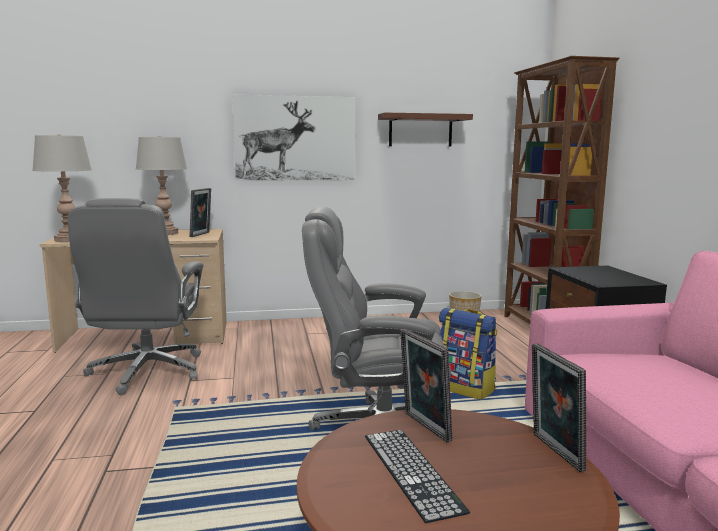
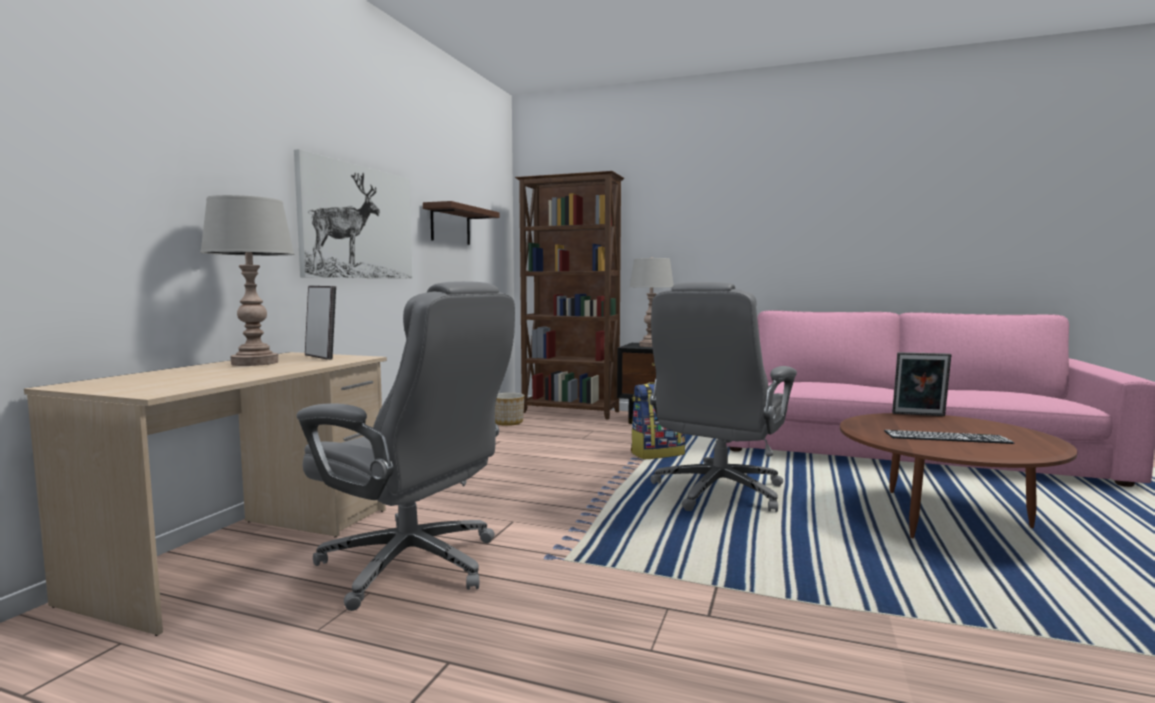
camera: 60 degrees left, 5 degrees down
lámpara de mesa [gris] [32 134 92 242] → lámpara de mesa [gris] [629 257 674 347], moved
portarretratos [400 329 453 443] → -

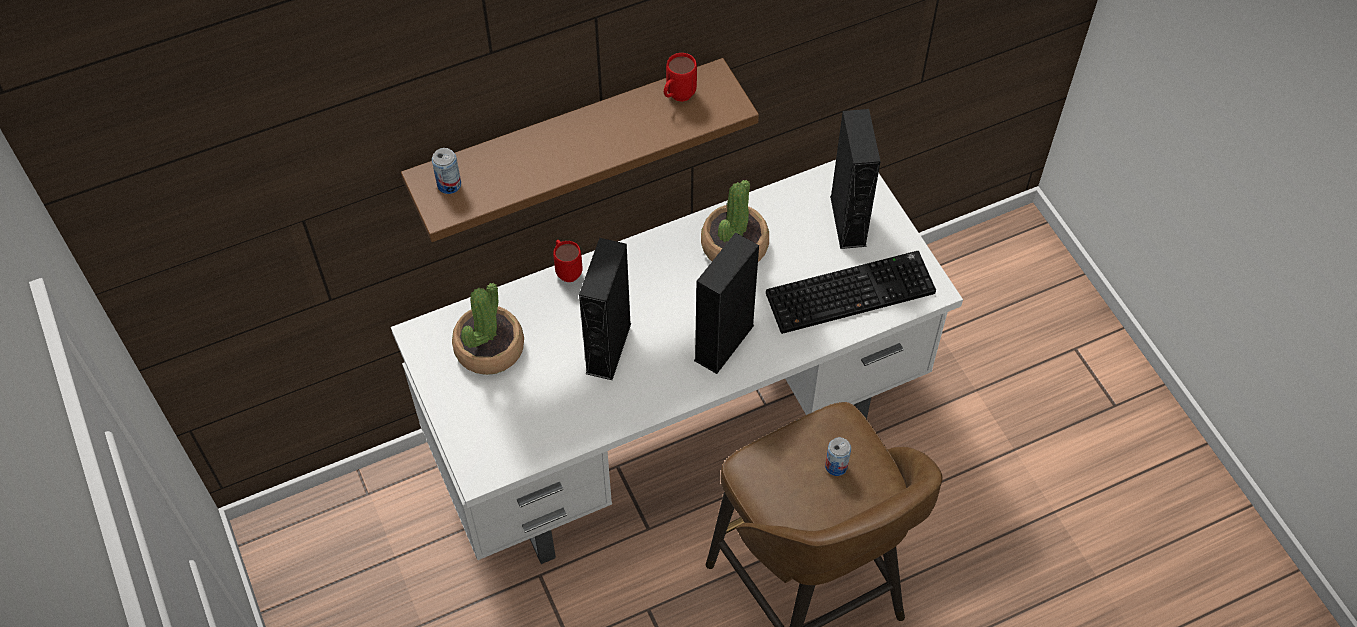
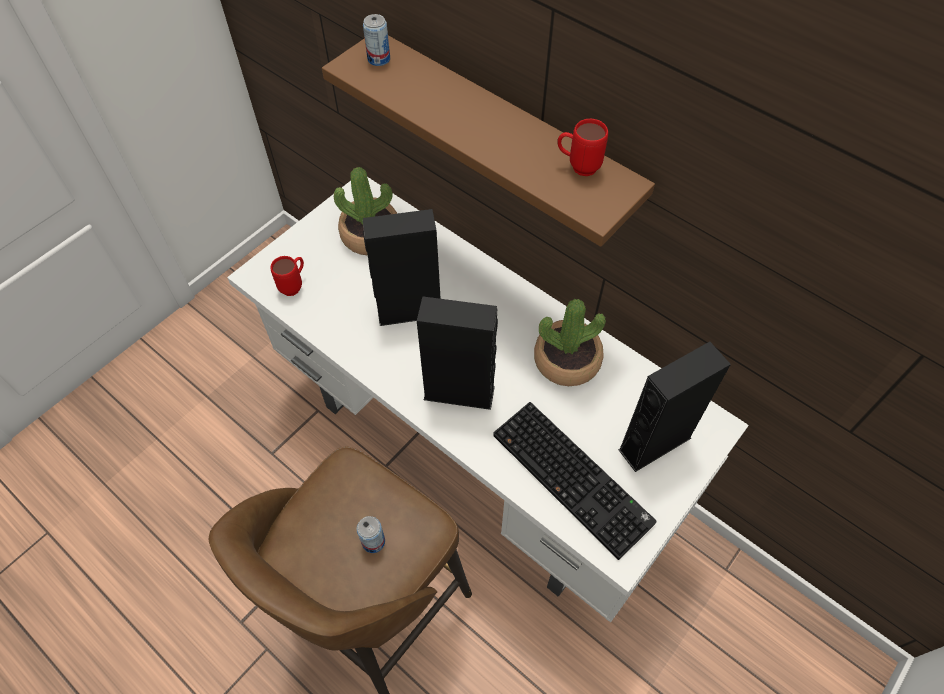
camera: 65 degrees right, 0 degrees up
taza grande [rojo] [553 240 583 282] → taza grande [rojo] [271 256 304 296], moved

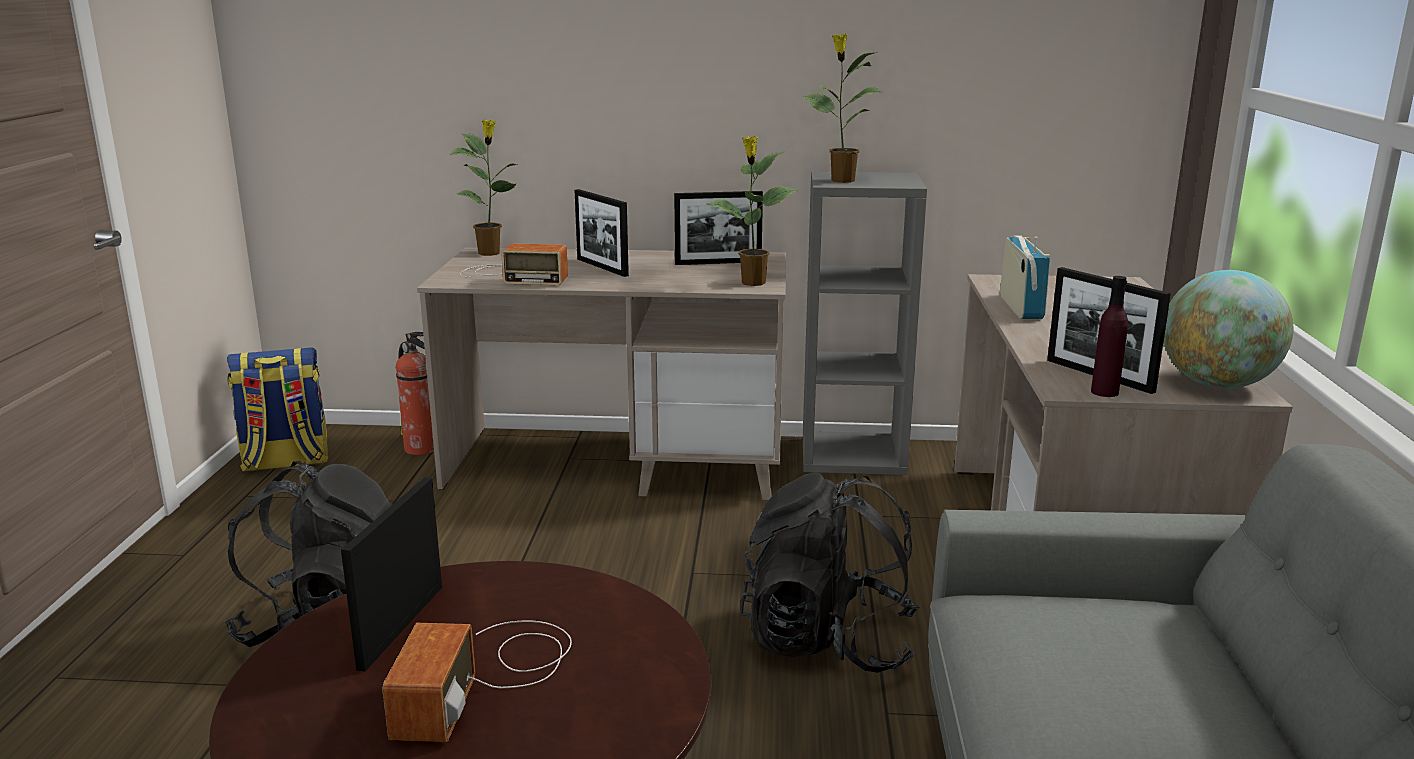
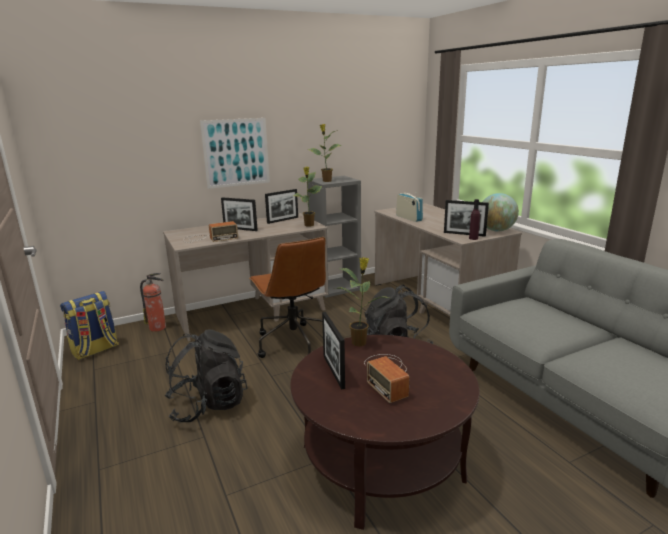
camera: 30 degrees left, 0 degrees up
planta en maceta [449 119 518 256] → planta en maceta [333 257 388 346], moved
- → cuadro [200 118 270 189]
- → silla de oficina [marrón] [249 237 326 358]

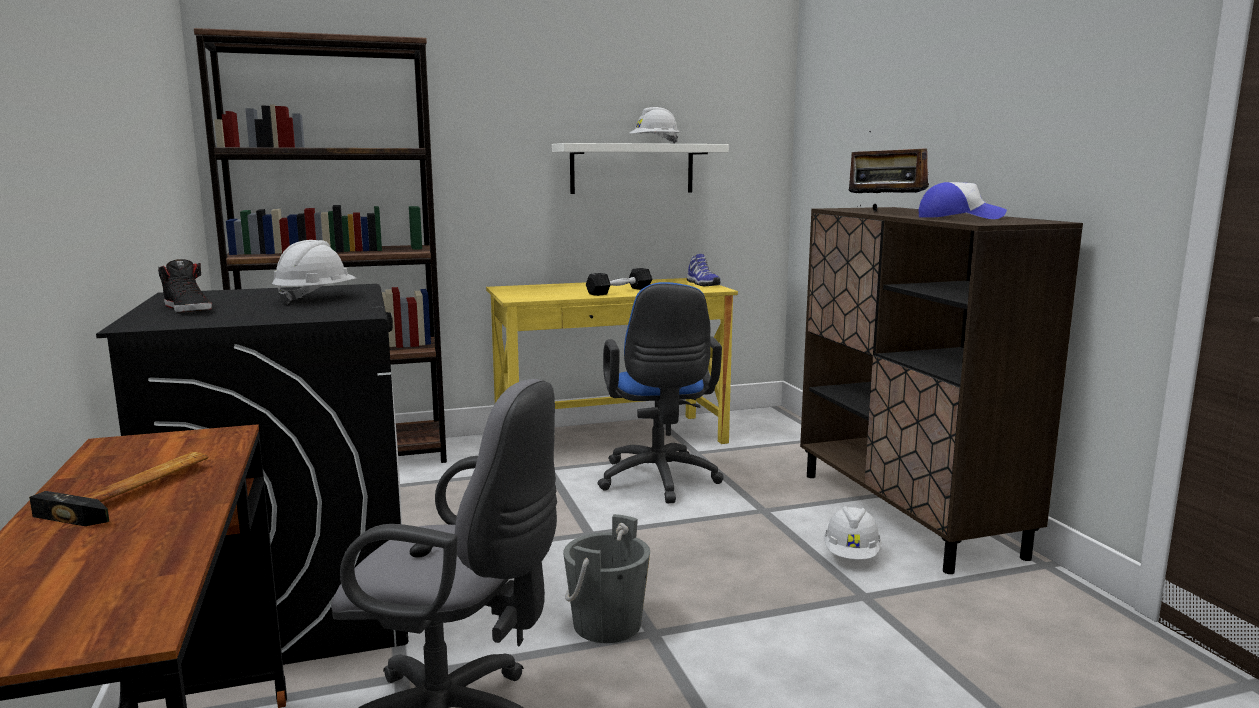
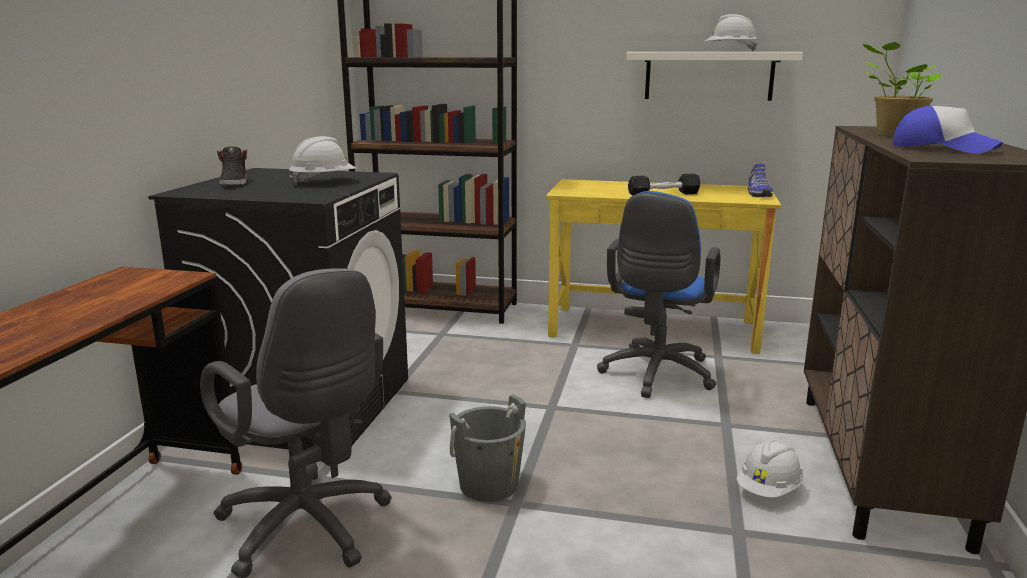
camera: 30 degrees right, 5 degrees up
radio [848 131 929 212] → planta en maceta [861 42 942 137]
martillo [29 452 208 526] → -

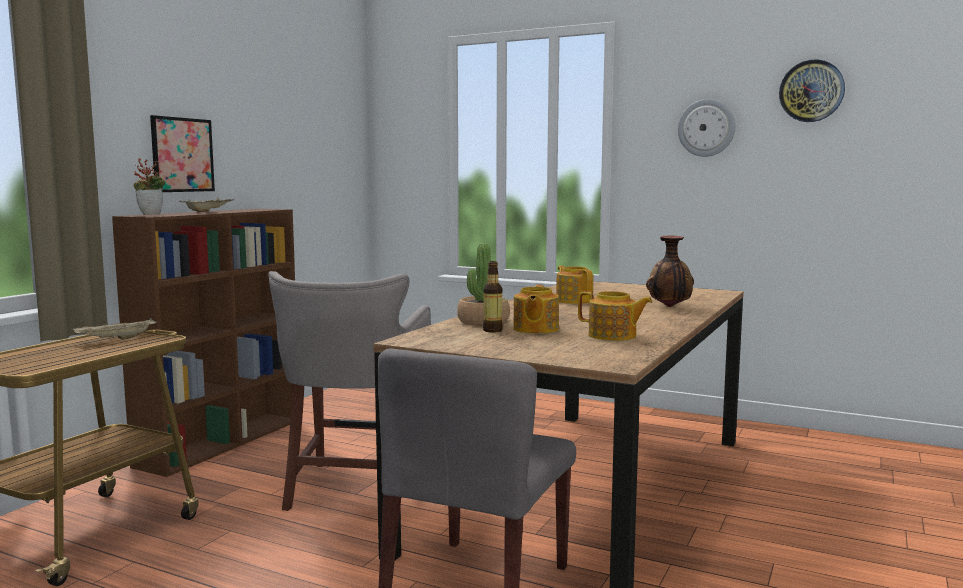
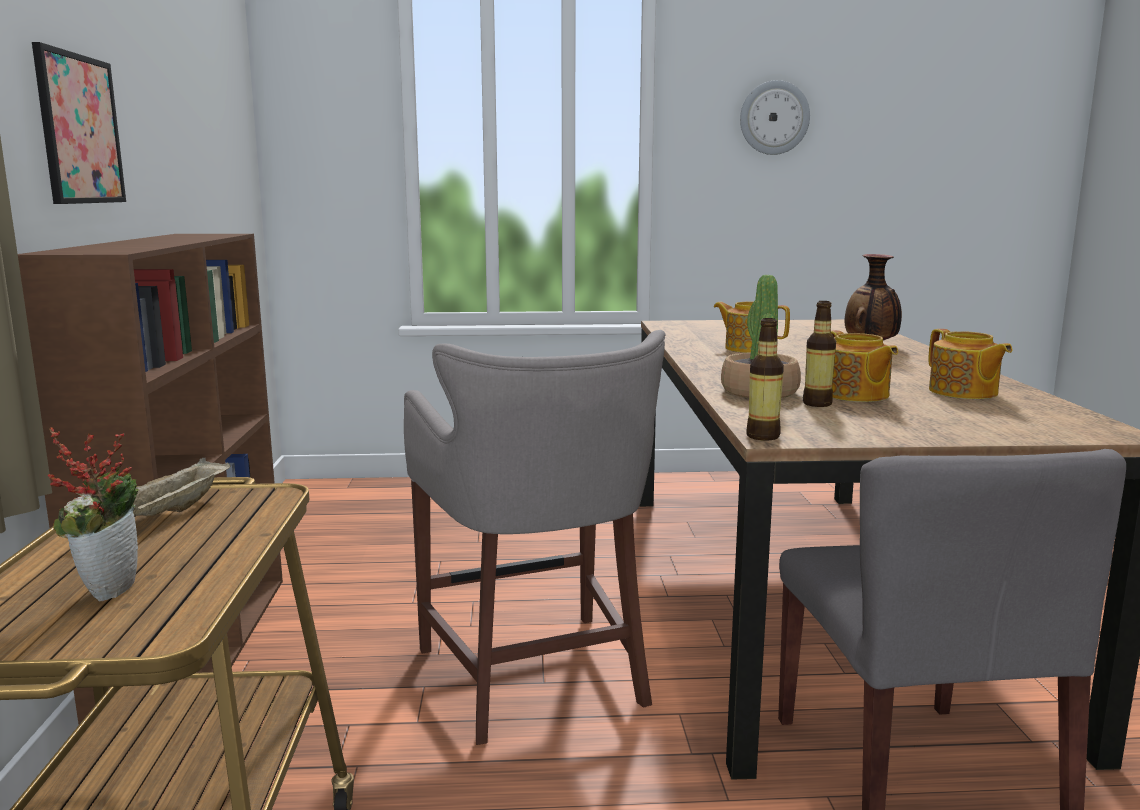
camera: 30 degrees left, 5 degrees up
reloj de pared [779 59 845 122] → -
planta en maceta [134 158 165 215] → planta en maceta [48 428 138 601], moved
bandeja [beis] [179 198 233 212] → -
tetera [578 291 653 341] → tetera [929 329 1012 399], 75 degrees clockwise
- → botella [746 318 784 441]

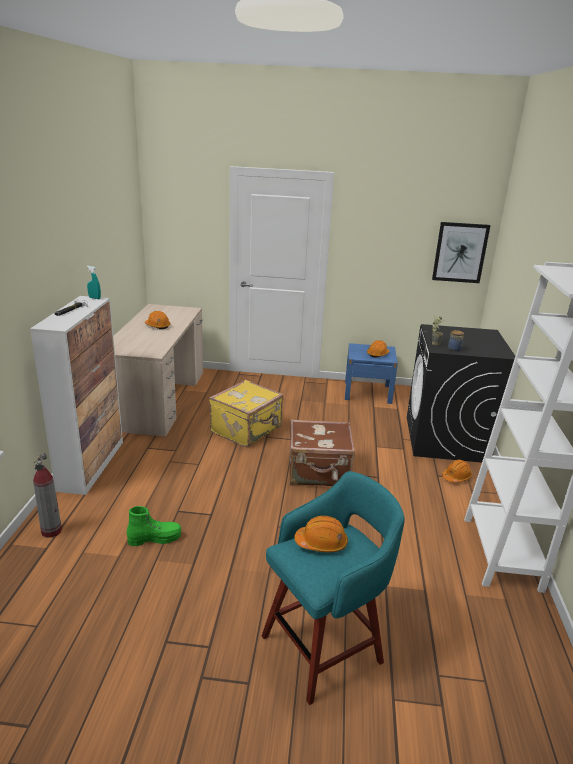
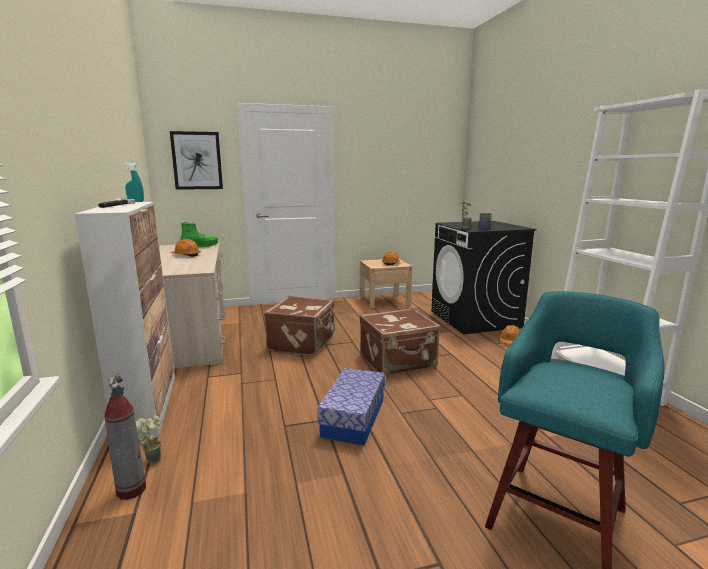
camera: 20 degrees left, 10 degrees down
cuadro [432 222 491 283] → cuadro [170 131 223 190], moved
mesita de noche [azul] [345 343 398 404] → mesita de noche [beis] [360 259 412 308]
maleta [amarillo] [209 380 284 447] → maleta [marrón] [264 296 335 356]
bota [verde] [127 506 181 546] → bota [verde] [181 222 218 247], moved
casco [naranja] [294 516 348 552] → -
- → caja de almacenaje [317 368 385 445]
- → planta en maceta [136 415 161 464]

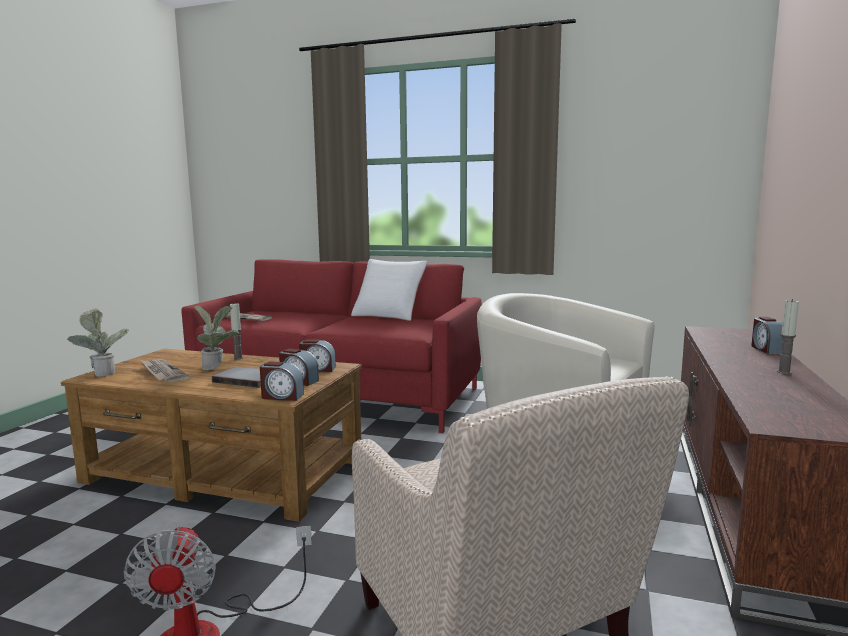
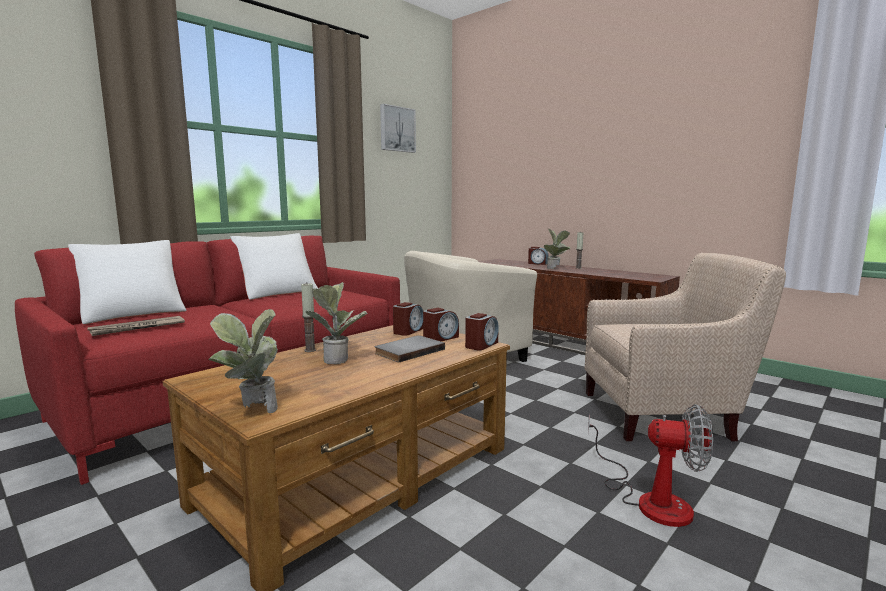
camera: 65 degrees left, 0 degrees up
periódico [141 359 190 383] → -
- → cuadro [380 104 416 153]
- → planta en maceta [544 229 570 269]
- → cojín [blanco] [68 240 186 324]

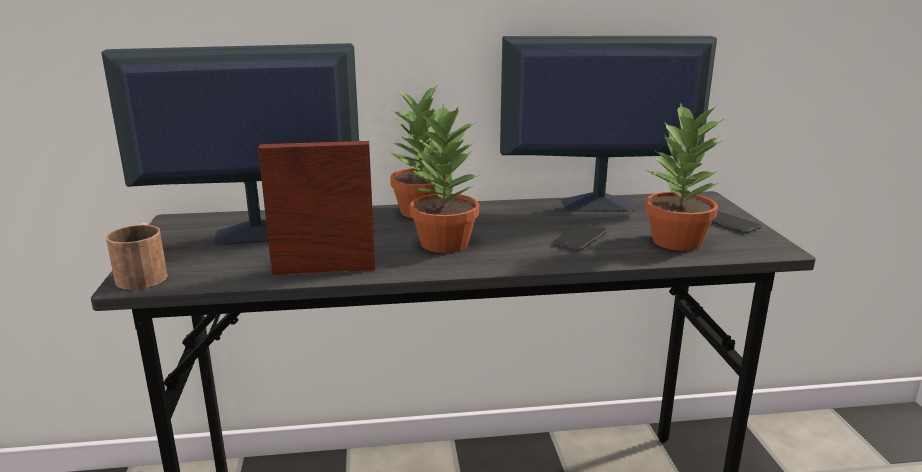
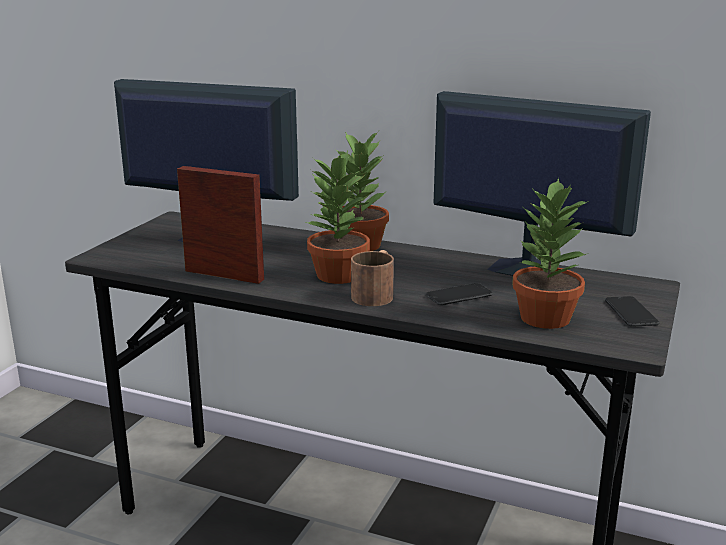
camera: 30 degrees right, 0 degrees up
taza grande [marrón] [106 222 168 289] → taza grande [marrón] [351 250 394 306], moved

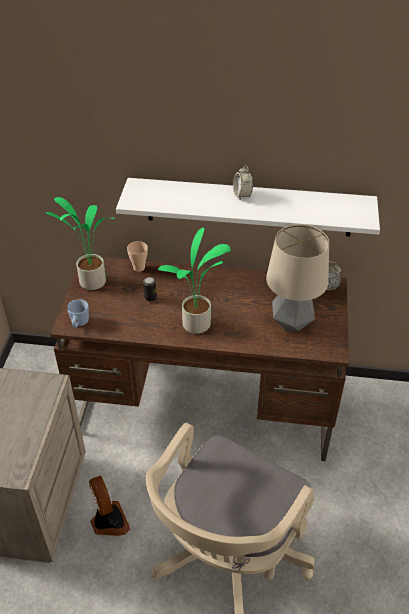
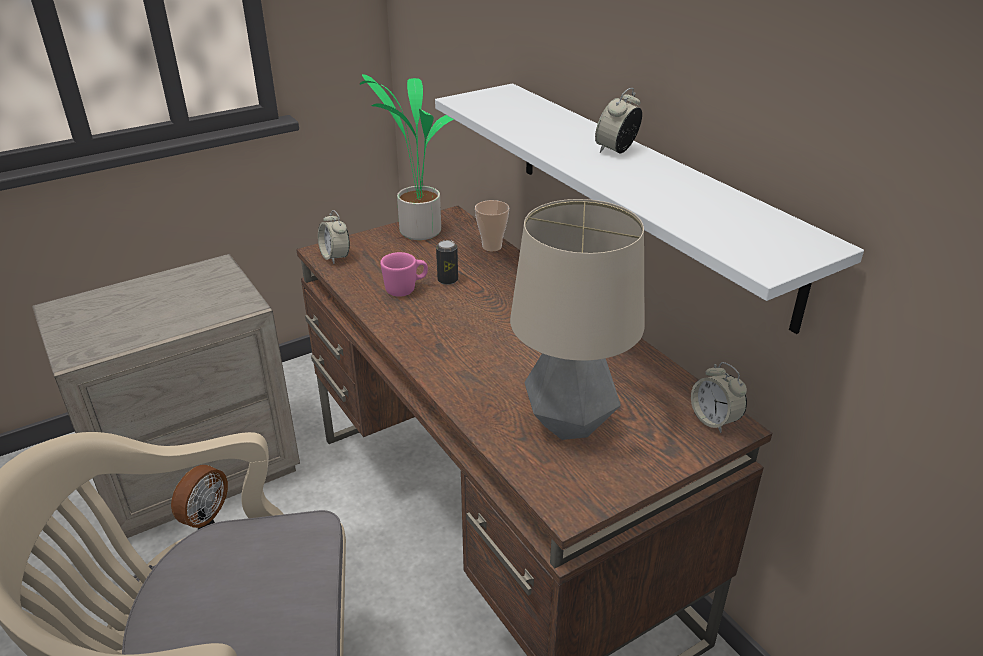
camera: 50 degrees right, 10 degrees down
planta en maceta [158 227 231 334] → -
taza grande [azul] [67 299 89 328] → despertador [318 210 350 264]
- → taza grande [rosa] [380 252 428 297]

